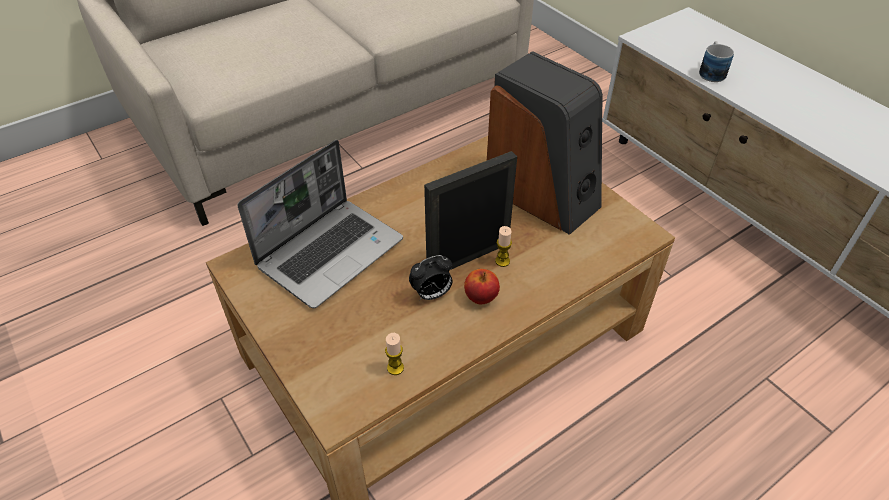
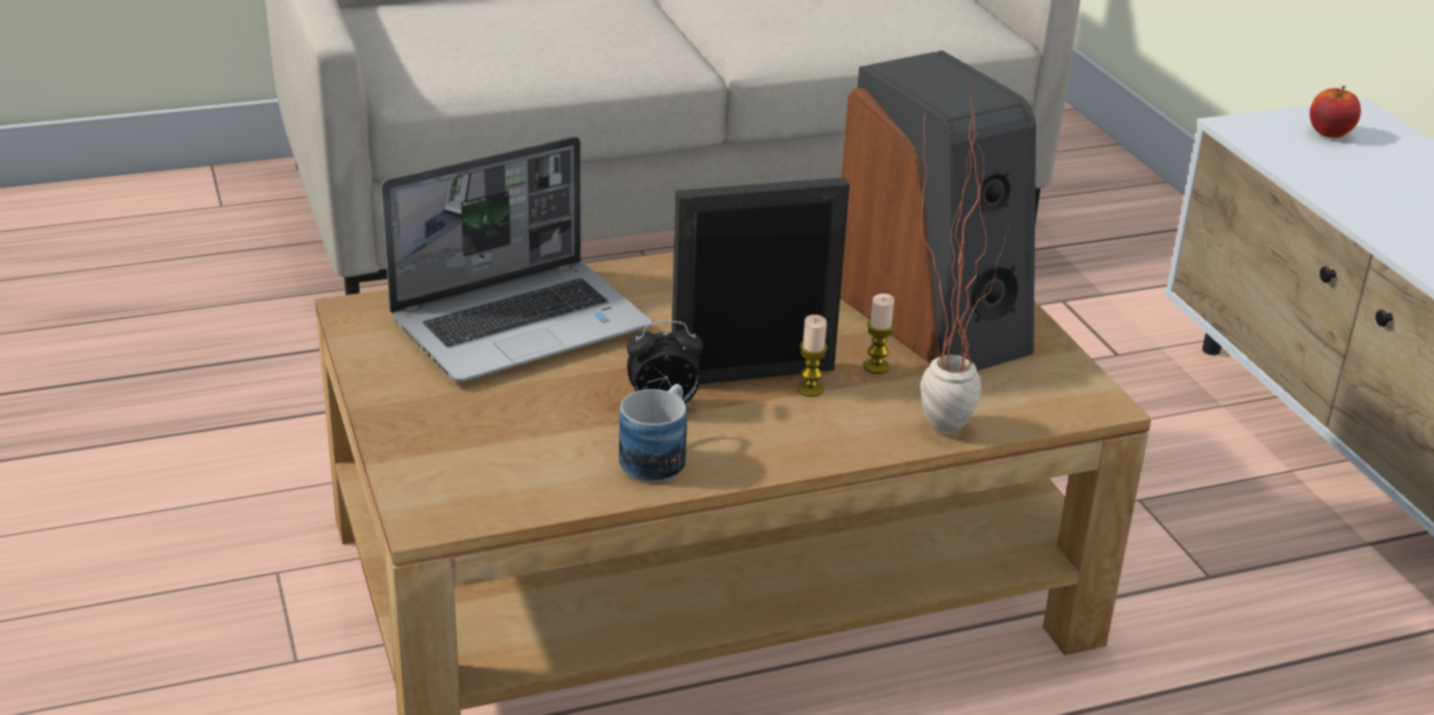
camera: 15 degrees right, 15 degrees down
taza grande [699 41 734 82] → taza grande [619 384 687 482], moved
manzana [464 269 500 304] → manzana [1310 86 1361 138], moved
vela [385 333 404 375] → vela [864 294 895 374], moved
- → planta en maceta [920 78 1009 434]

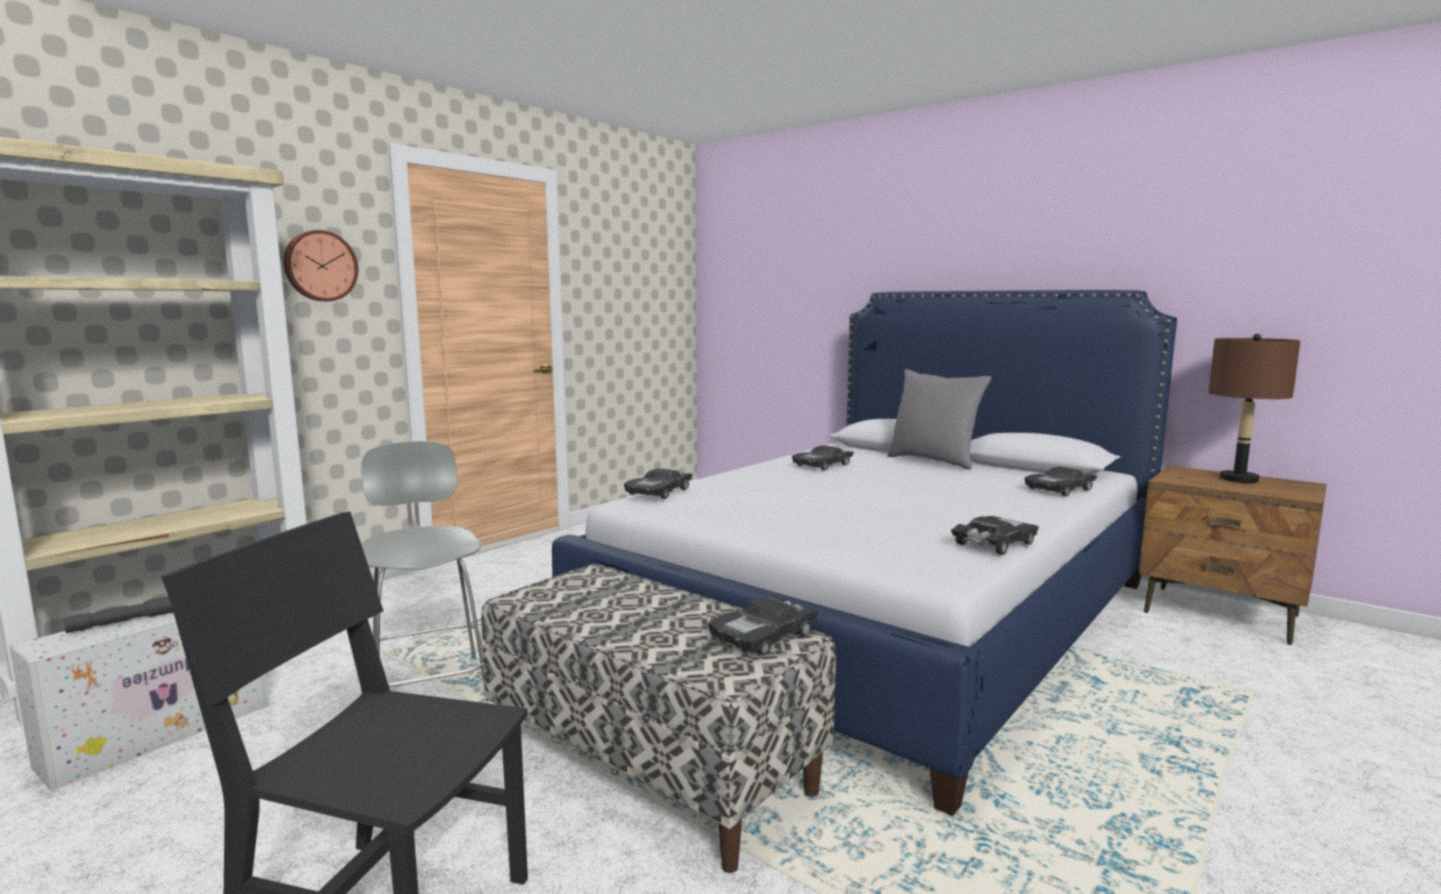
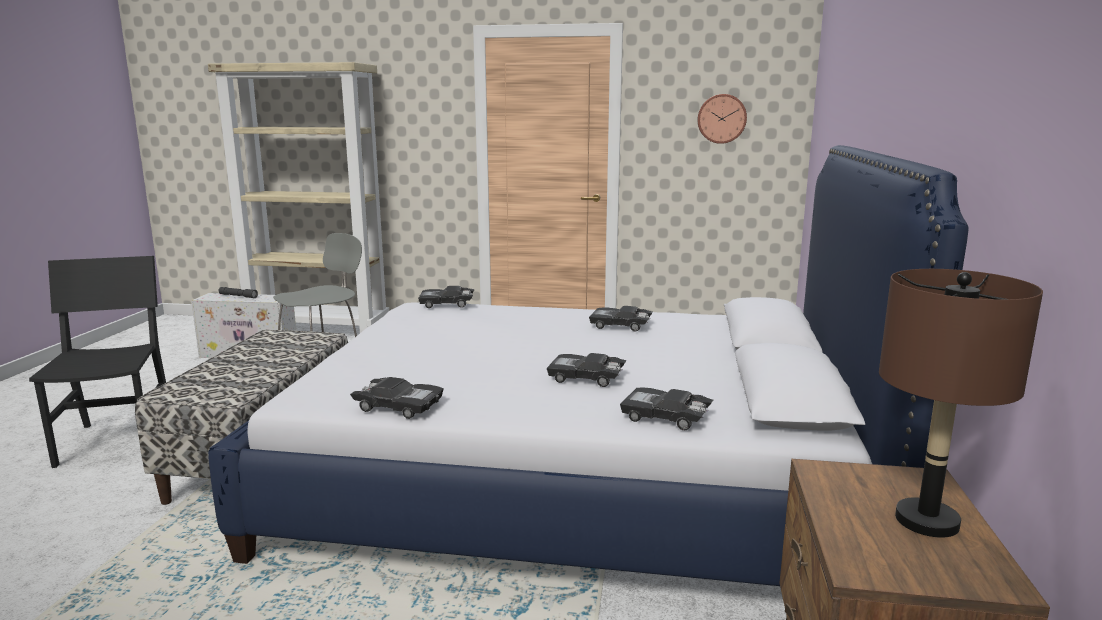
camera: 60 degrees right, 5 degrees up
reloj de pared [283 230 358 301] → reloj de pared [697 94 747 144], moved
cojín [gris] [887 369 991 470] → -
coche de juguete [negro] [708 596 820 656] → coche de juguete [negro] [547 353 627 387], moved

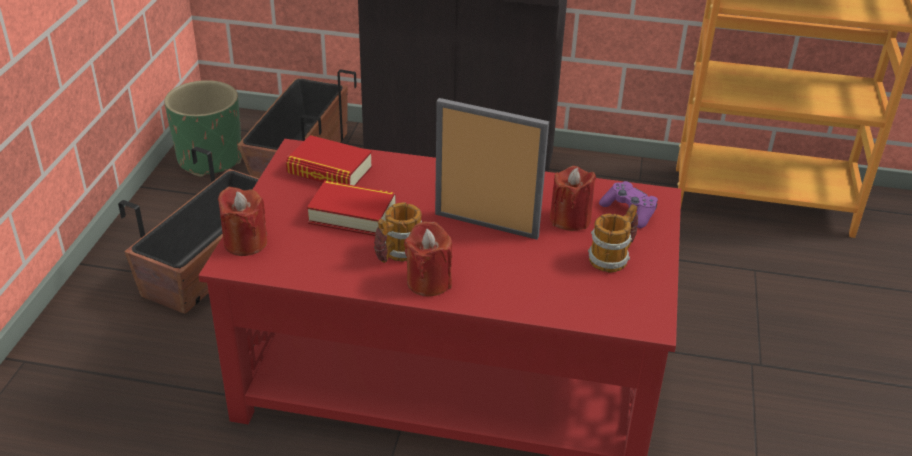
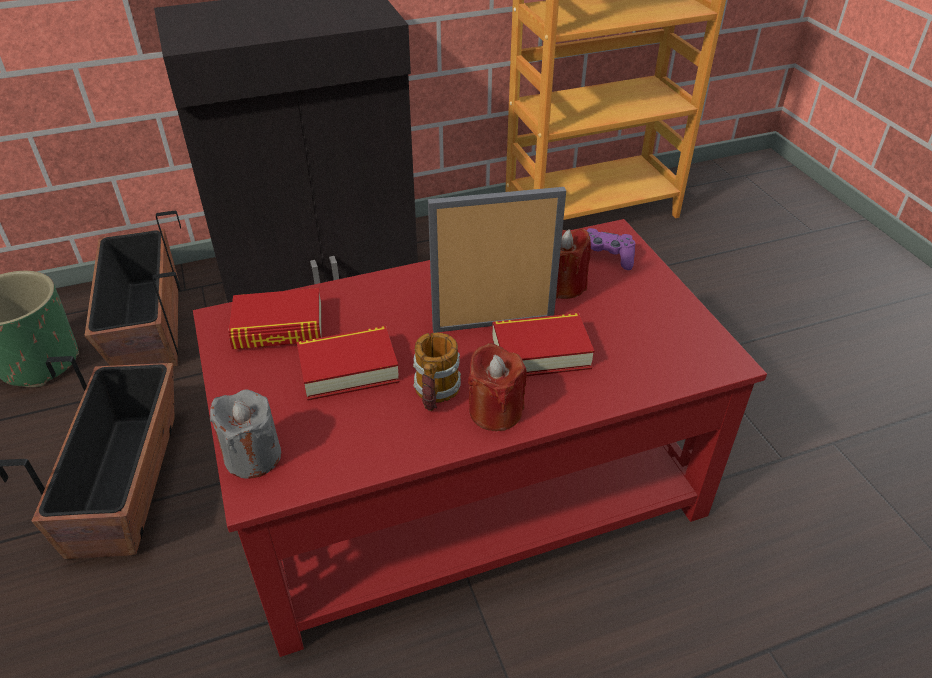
camera: 30 degrees left, 5 degrees up
vela [rojo] [218 187 267 256] → vela [gris] [210 390 281 479]
taza grande [588 204 638 273] → -
- → libro [492 313 594 376]

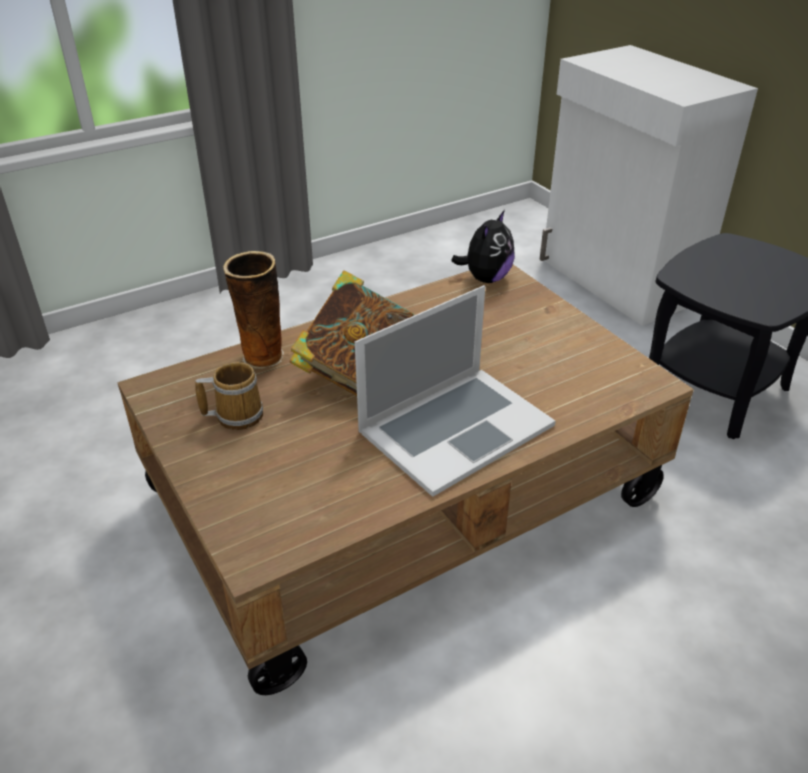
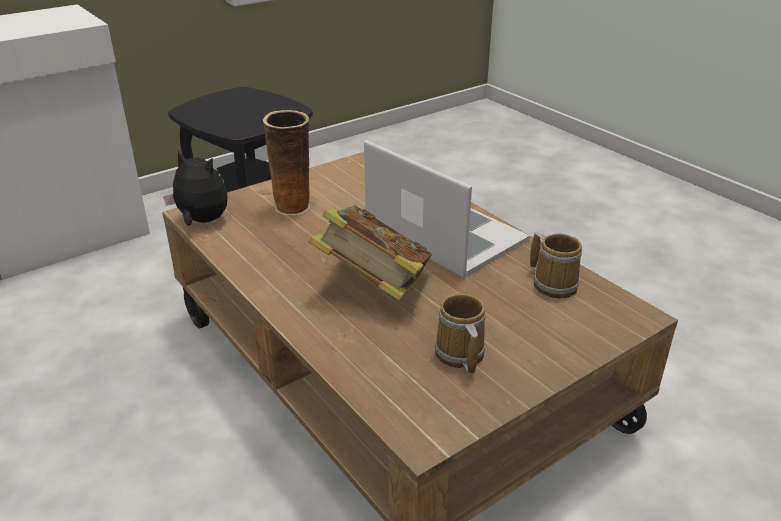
camera: 95 degrees left, 5 degrees down
florero [223 251 284 369] → florero [263 110 310 215], moved
- → taza grande [530 232 582 298]

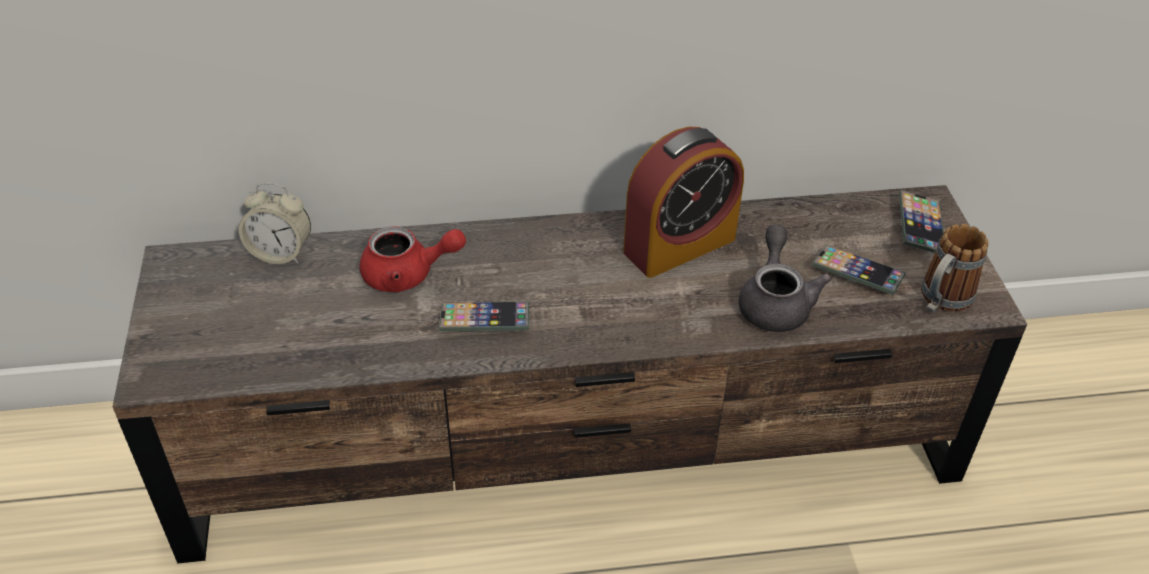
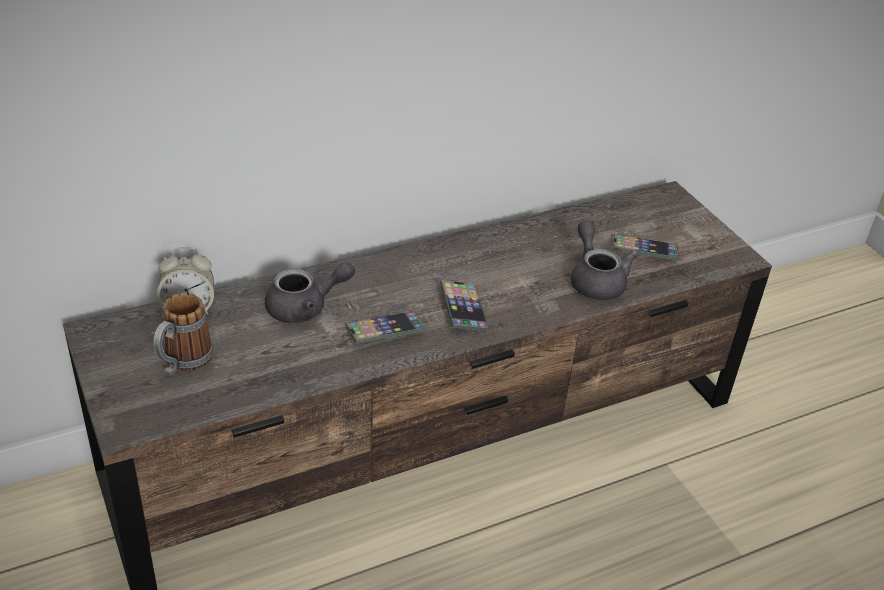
camera: 20 degrees left, 5 degrees down
despertador [623 127 744 278] → -
móvil [899 190 944 253] → móvil [440 280 489 331], moved
taza grande [921 224 988 313] → taza grande [153 293 213 375], moved
tetera [rojo] [360 226 466 292] → tetera [gris] [265 262 355 323]

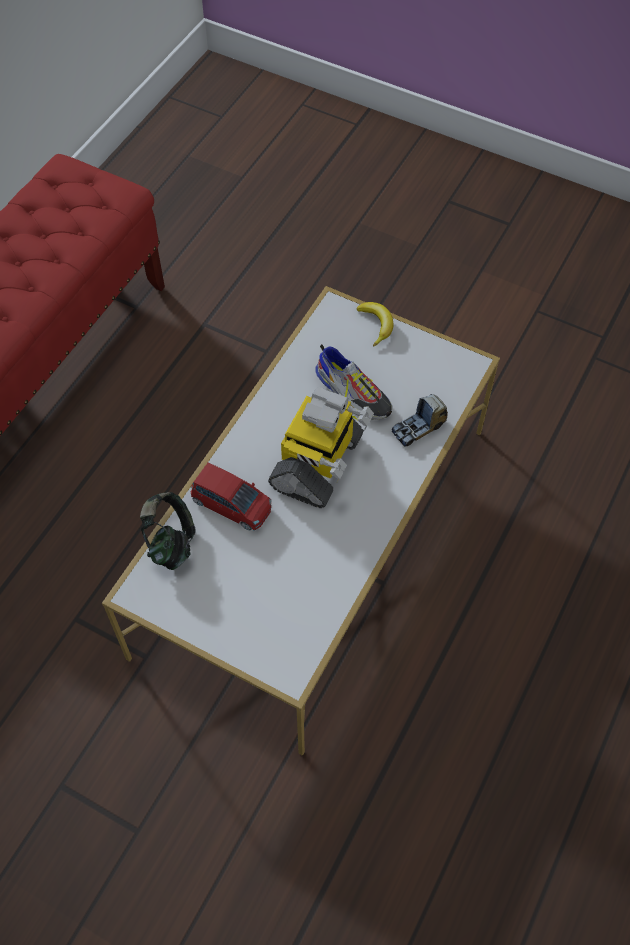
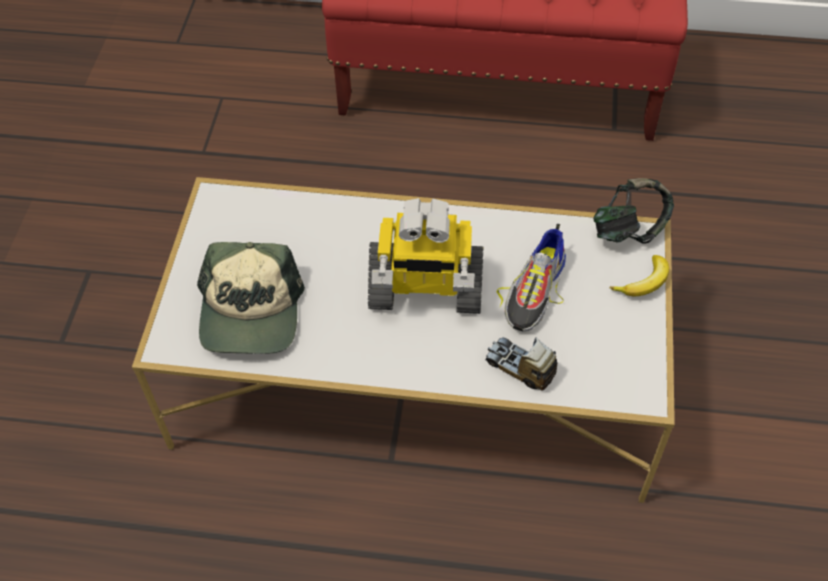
camera: 70 degrees right, 5 degrees down
coche de juguete [rojo] [190 462 272 531] → -
auriculares [140 492 196 570] → auriculares [593 178 674 244], moved
- → gorra [197 242 305 354]

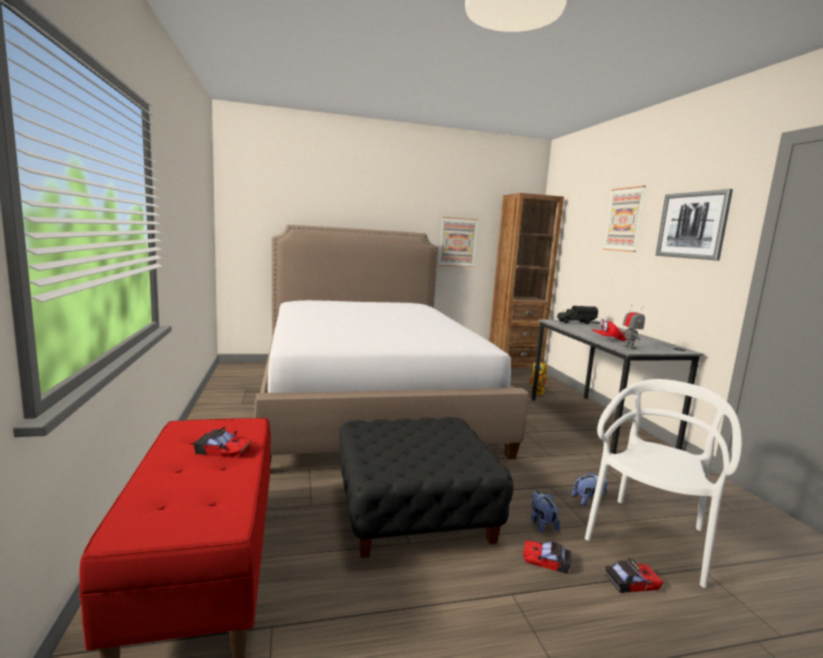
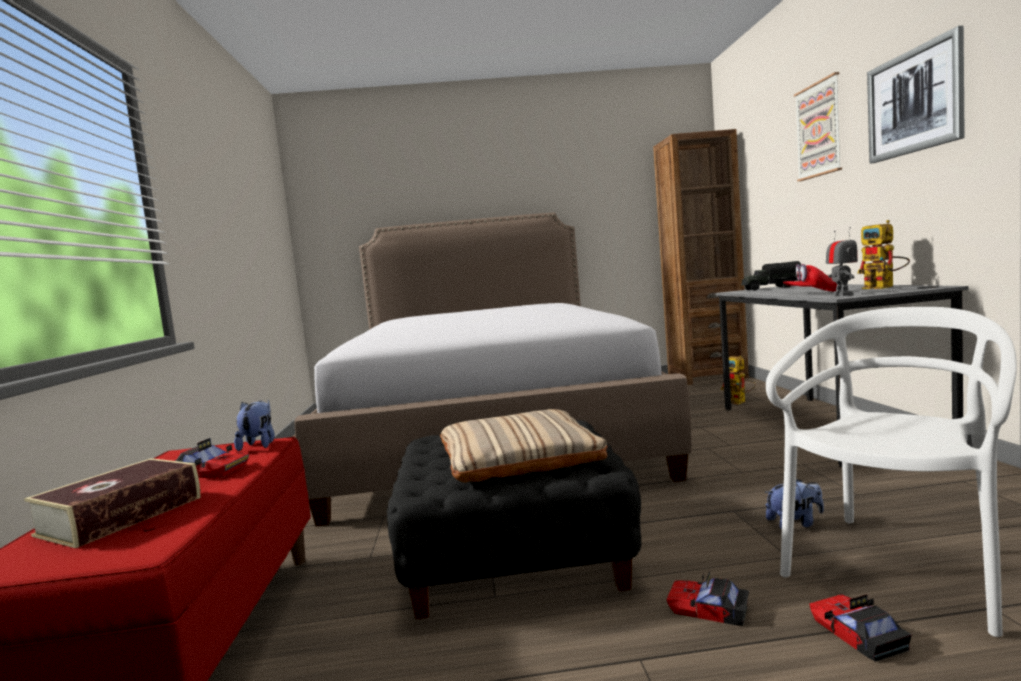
camera: 10 degrees right, 5 degrees down
cuadro [439 217 478 267] → -
peluche [531 490 560 533] → peluche [234 400 275 451], moved
coche de juguete [606 558 663 593] → coche de juguete [809 594 912 662], 105 degrees counterclockwise
- → robot de juguete [858 220 910 289]
- → cojín [beis] [440 409 608 483]
- → libro [24 458 201 548]

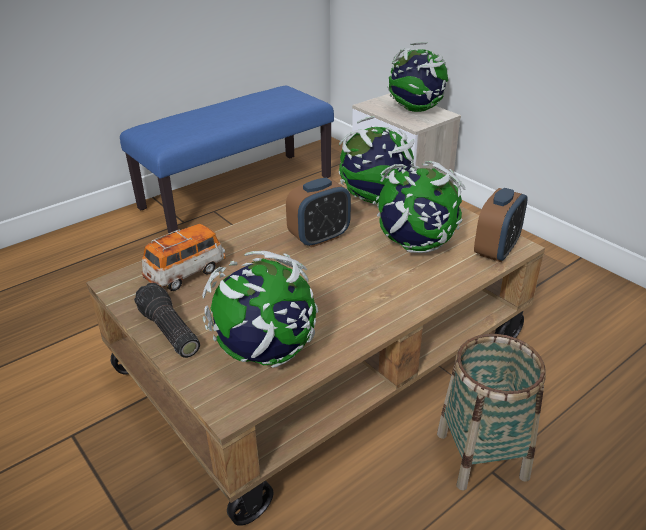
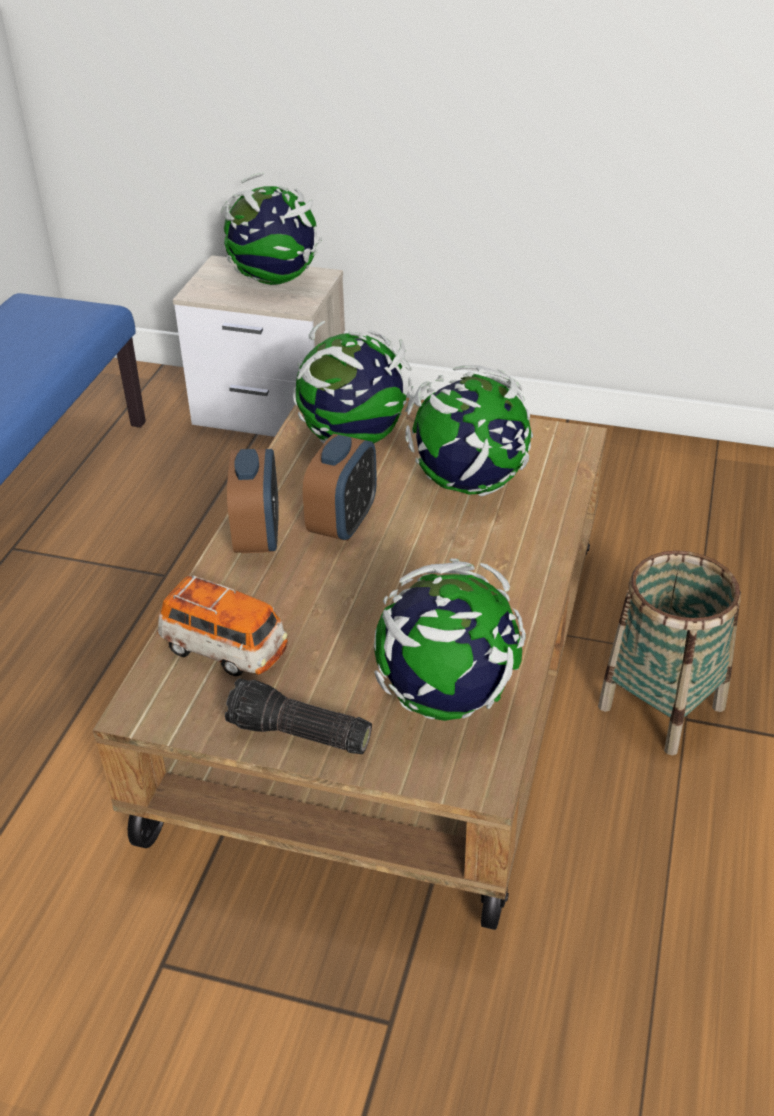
camera: 35 degrees left, 5 degrees up
despertador [474 188 528 262] → despertador [227 449 279 553], moved
coche de juguete [142 224 225 291] → coche de juguete [157 575 288 676], 105 degrees clockwise

